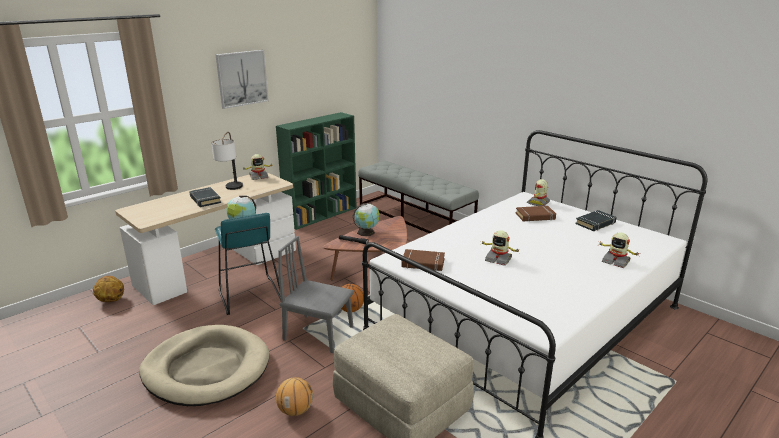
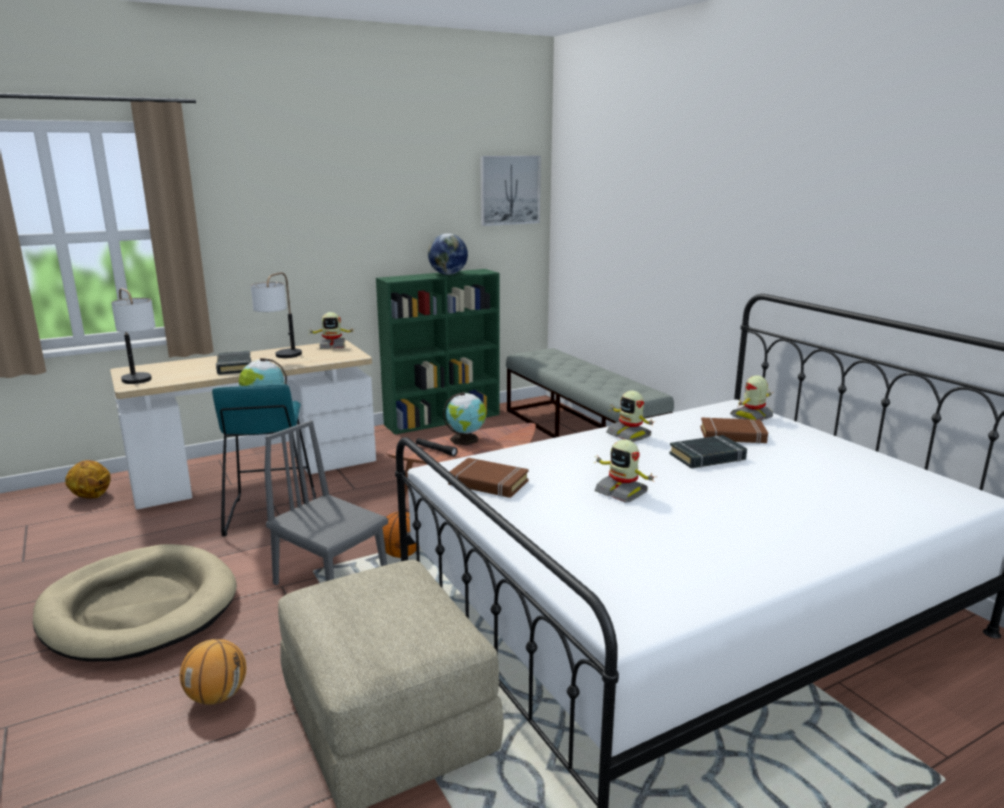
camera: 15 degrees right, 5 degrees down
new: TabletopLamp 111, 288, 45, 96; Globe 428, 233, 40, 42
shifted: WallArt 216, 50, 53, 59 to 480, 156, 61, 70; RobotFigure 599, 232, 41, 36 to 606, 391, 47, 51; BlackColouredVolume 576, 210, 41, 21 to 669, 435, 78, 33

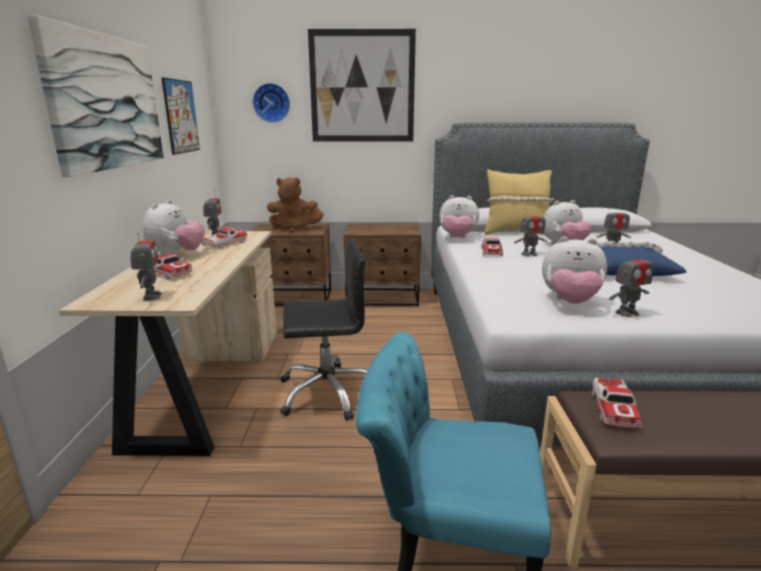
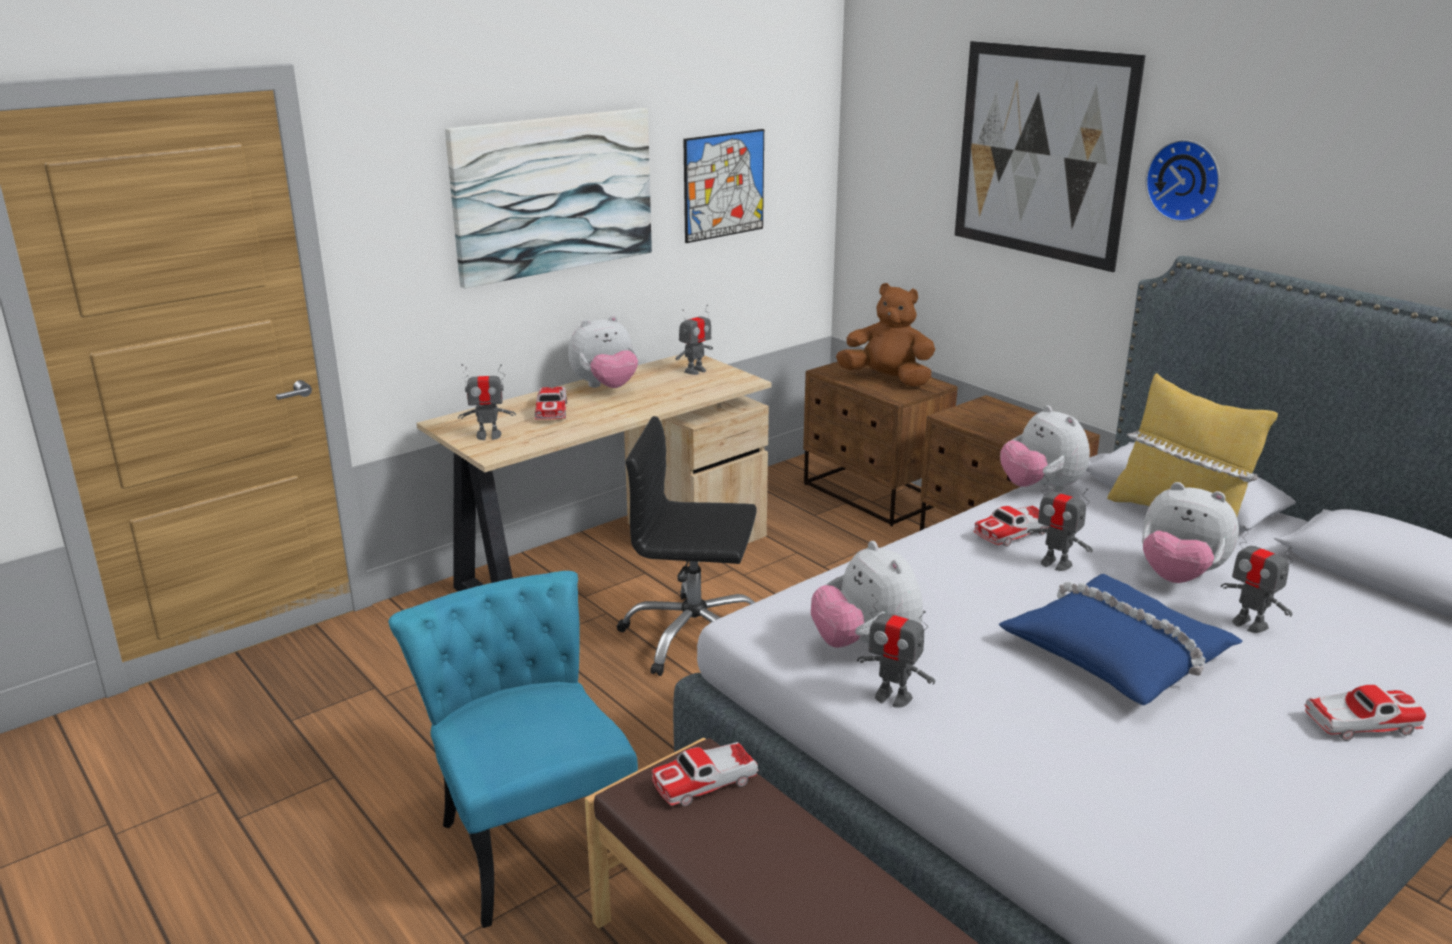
camera: 50 degrees right, 5 degrees up
shifted: HangingClock 253, 83, 37, 40 to 1145, 139, 75, 83; MiniatureCar 201, 227, 47, 22 to 1305, 685, 121, 56
rotated: RobotFigure 130, 227, 32, 74 = 458, 364, 58, 76 45 degrees clockwise; BlackColouredDeskChair 280, 239, 87, 182 = 617, 416, 140, 260 150 degrees clockwise; BrownColouredPlushToy 267, 177, 57, 56 = 836, 283, 99, 104 150 degrees clockwise

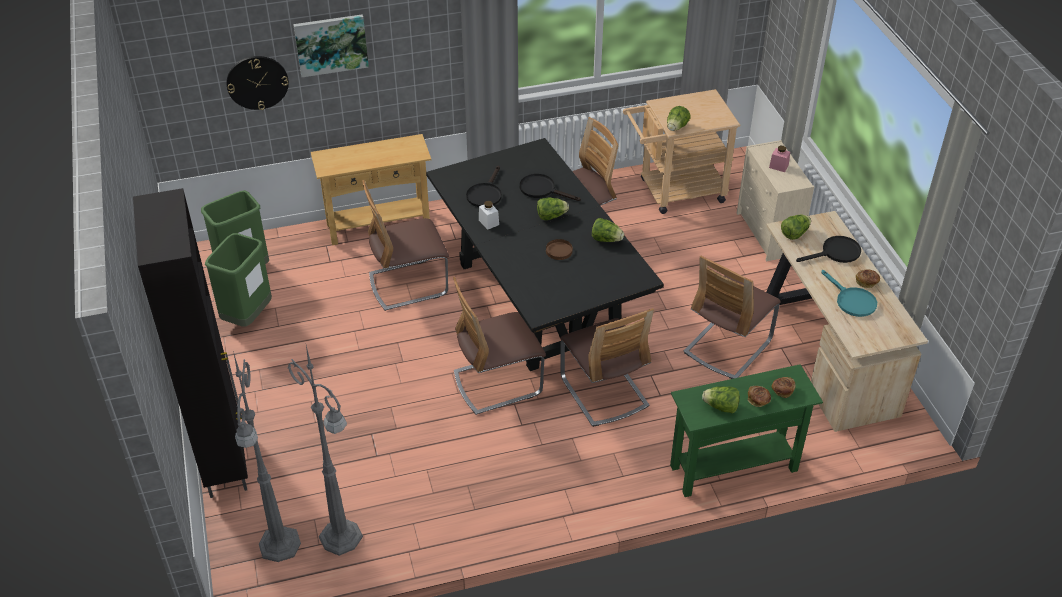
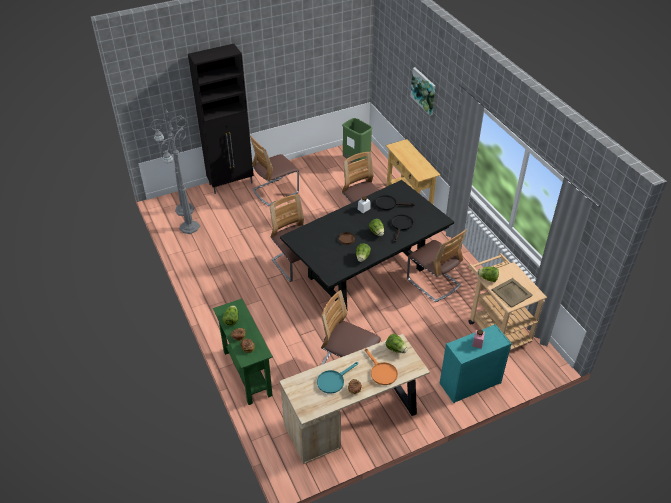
camera: 80 degrees right, 0 degrees up
gone: GreenishTrashCan 205, 233, 67, 94; HangingClock 226, 56, 63, 54
new: SandColouredTray 492, 278, 41, 30
shifted: UprightChair 560, 308, 94, 119 to 250, 135, 49, 71
repainted: BlackColouredSkillet 796, 236, 65, 27 to OrangeySkillet 365, 348, 33, 37; SandColouredChestOfDrawers 737, 140, 77, 121 to BlueGreenChestOfDrawers 440, 324, 72, 79

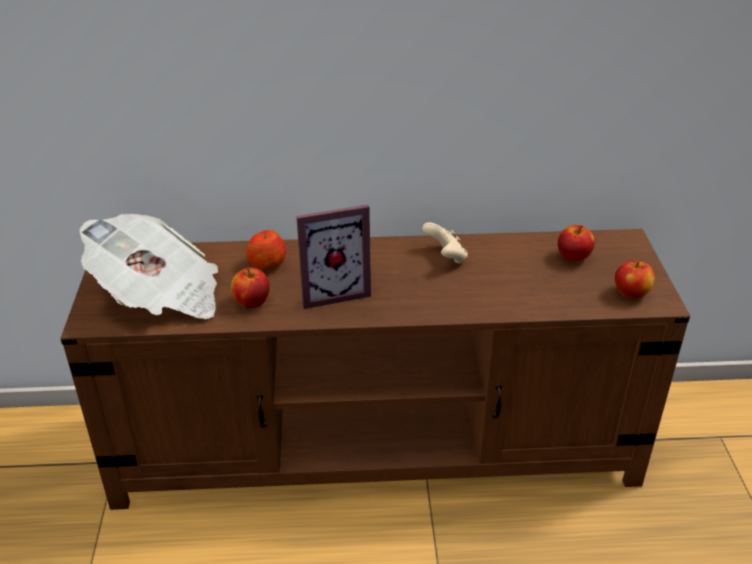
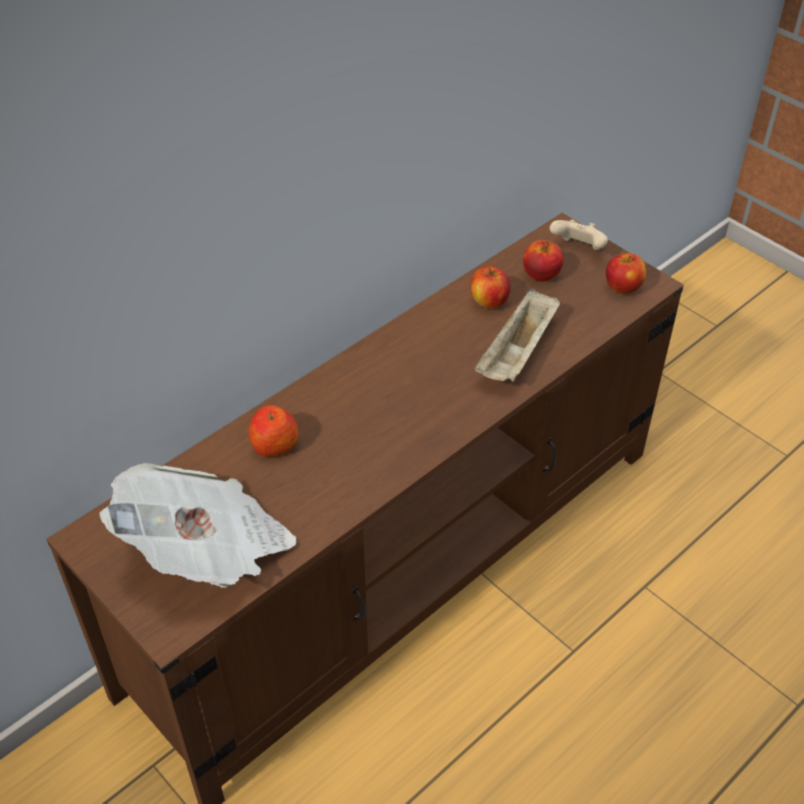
camera: 40 degrees left, 10 degrees up
gone: StandingFrame 296, 205, 75, 104
new: SandColouredTray 474, 288, 86, 94
shifted: AppleFruit 231, 267, 39, 41 to 470, 266, 41, 43; SandColouredGameController 422, 222, 46, 42 to 550, 219, 58, 31

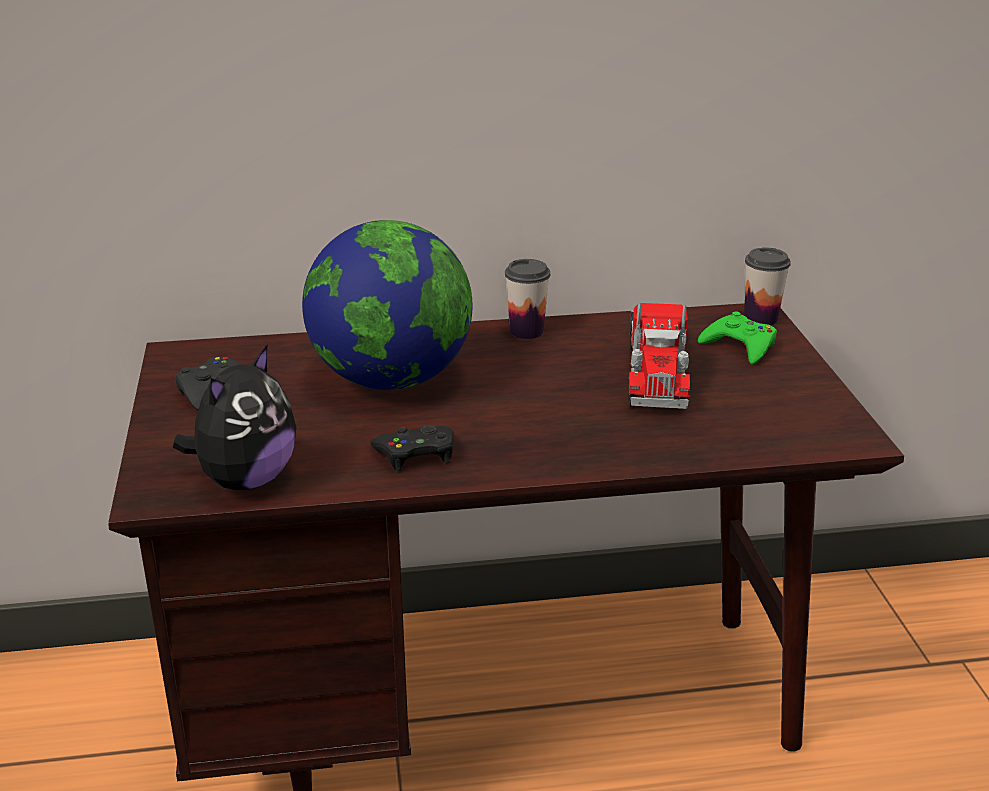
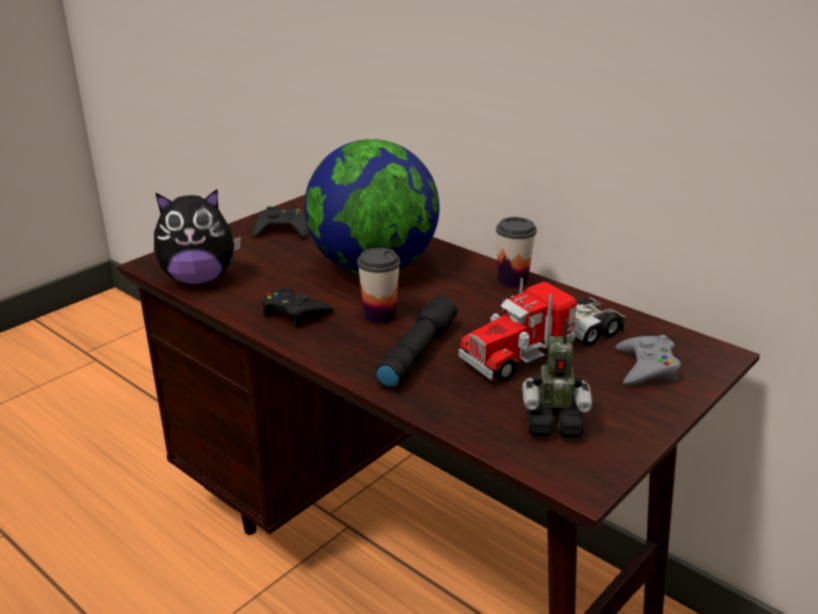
camera: 50 degrees right, 0 degrees up
new: BlackColouredHandTorch 376, 296, 82, 92; RobotFigure 522, 319, 70, 119
shifted: DrinkingCup 744, 247, 47, 78 to 357, 248, 44, 76
repainted: GreenishGameController 698, 312, 79, 53 to GreyGameController 615, 335, 66, 50

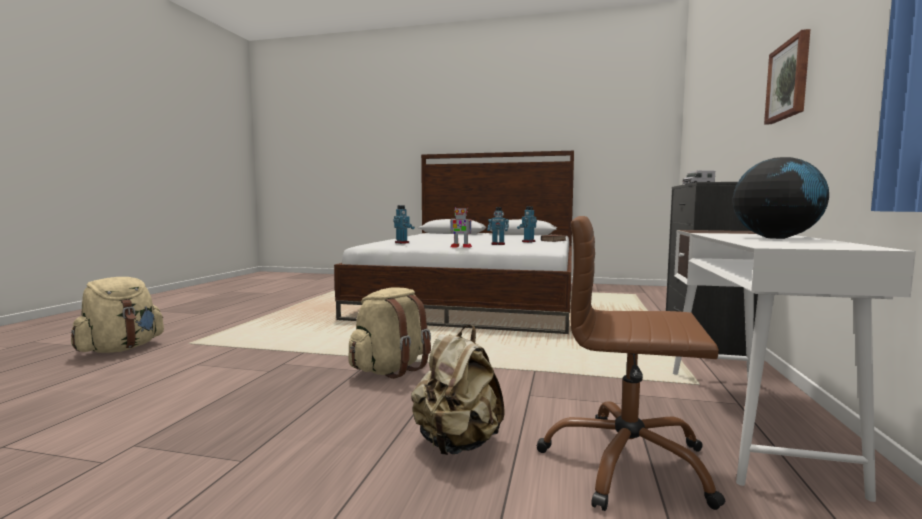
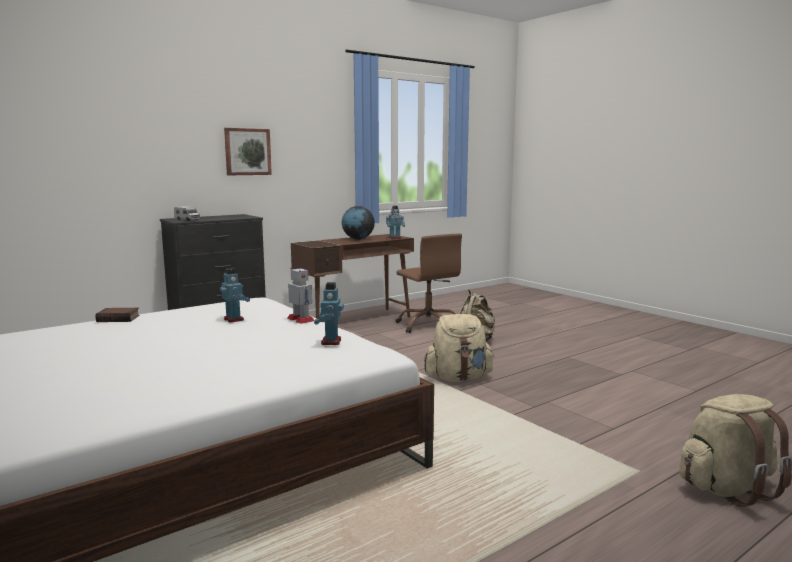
camera: 140 degrees left, 5 degrees up
shifted: RobotFigure 517, 206, 20, 36 to 386, 206, 19, 33
repainted: WhiteColouredDeskTable 673, 230, 243, 272 to BrownColouredDeskTable 291, 234, 123, 85

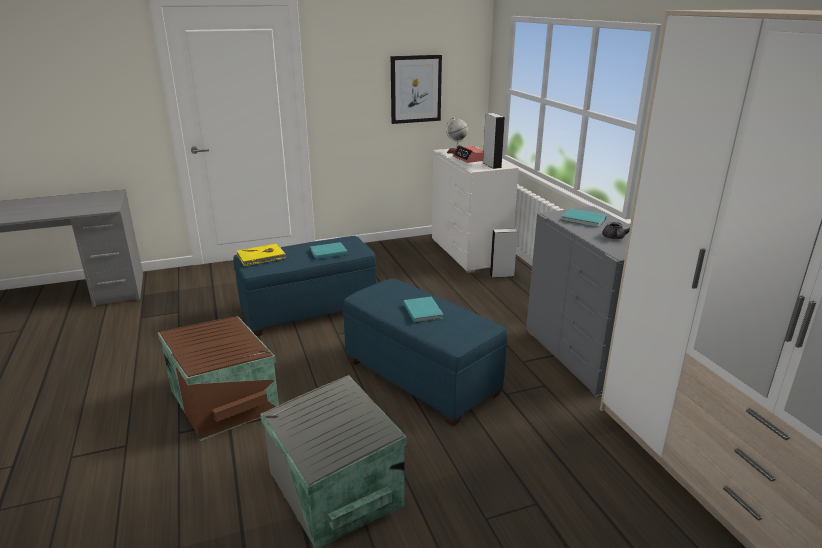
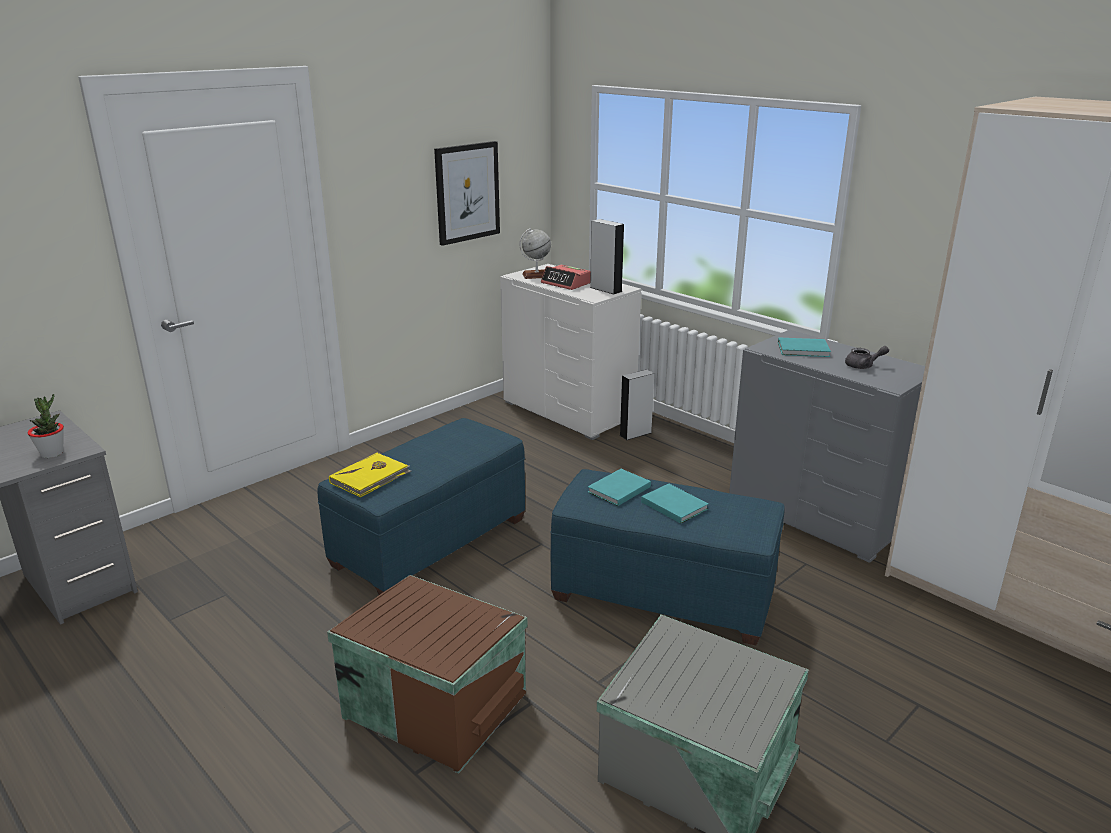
camera: 25 degrees left, 0 degrees up
new: PottedPlant 28, 394, 36, 64
shifted: BlueGreenVolume 310, 242, 38, 17 to 588, 469, 63, 37

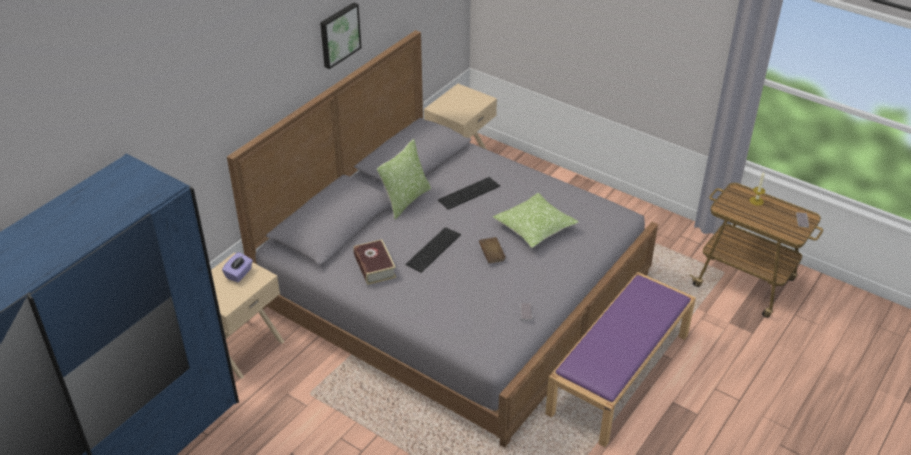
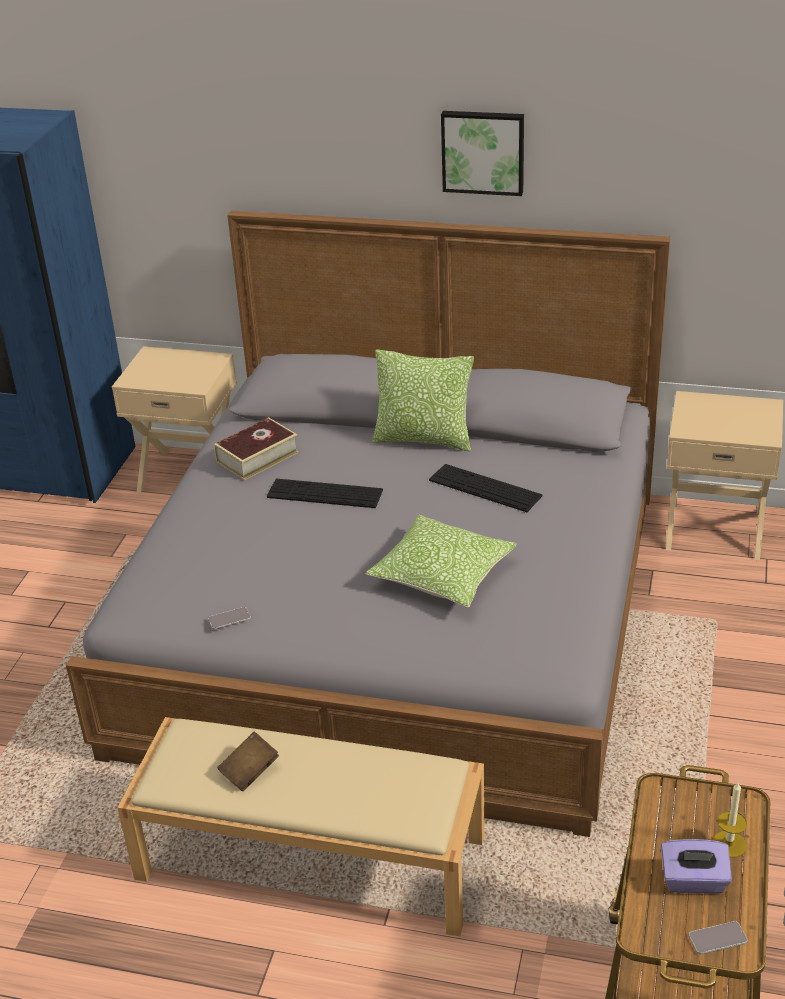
camera: 70 degrees right, 5 degrees down
shifted: BrownColouredVolume 479, 237, 27, 26 to 217, 732, 62, 59; PurpleTissueBox 222, 252, 31, 30 to 661, 839, 71, 55
repainted: PurpleBench 545, 272, 151, 175 to SandColouredBench 117, 717, 368, 219

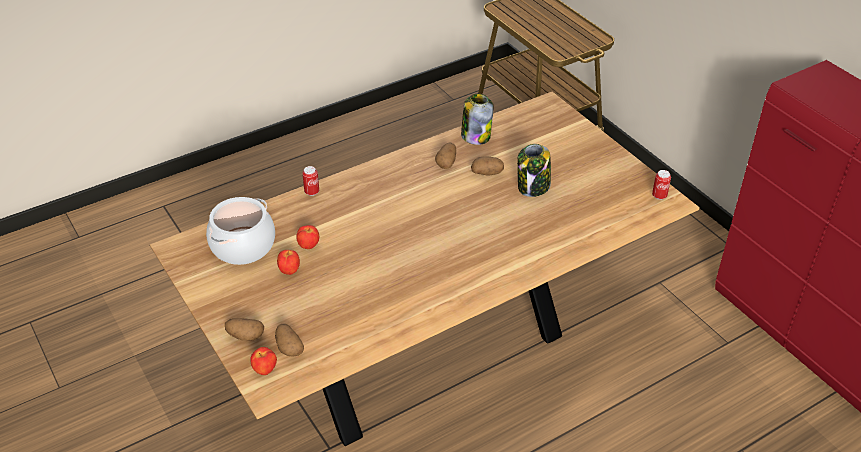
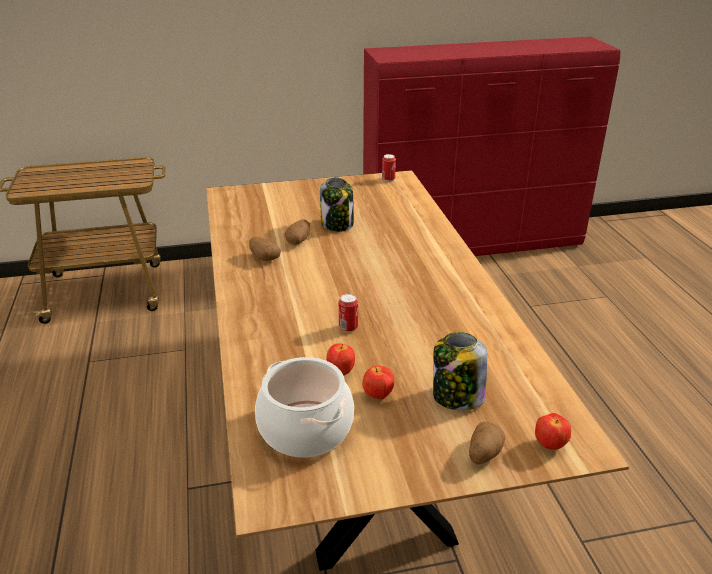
camera: 70 degrees left, 10 degrees down
gone: WholePotato 275, 324, 29, 33
shifted: MetalCan 302, 166, 17, 30 to 339, 294, 19, 38; Jar 461, 94, 32, 51 to 433, 332, 54, 78

